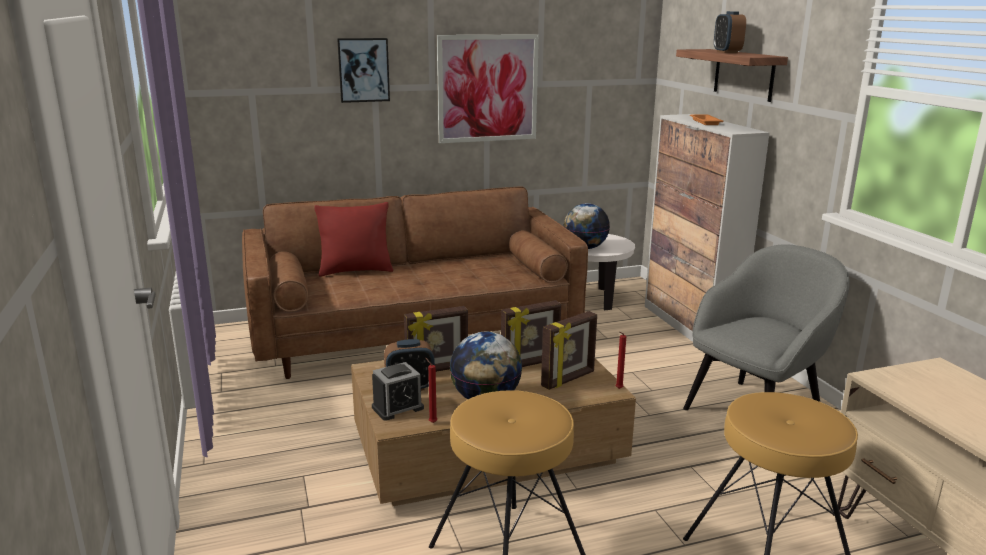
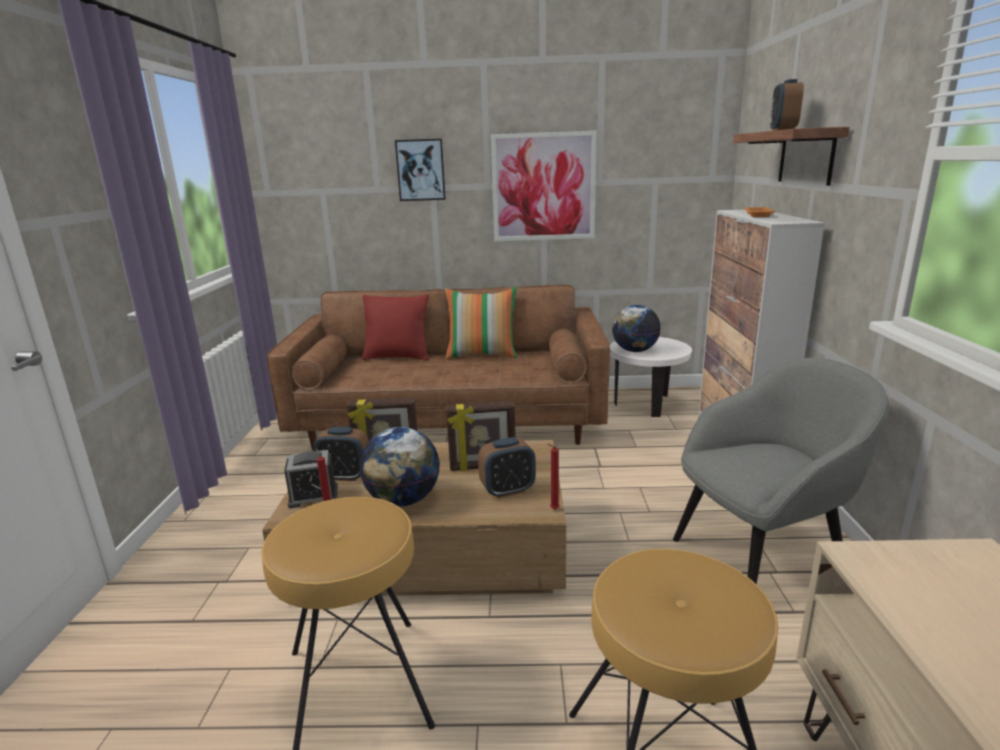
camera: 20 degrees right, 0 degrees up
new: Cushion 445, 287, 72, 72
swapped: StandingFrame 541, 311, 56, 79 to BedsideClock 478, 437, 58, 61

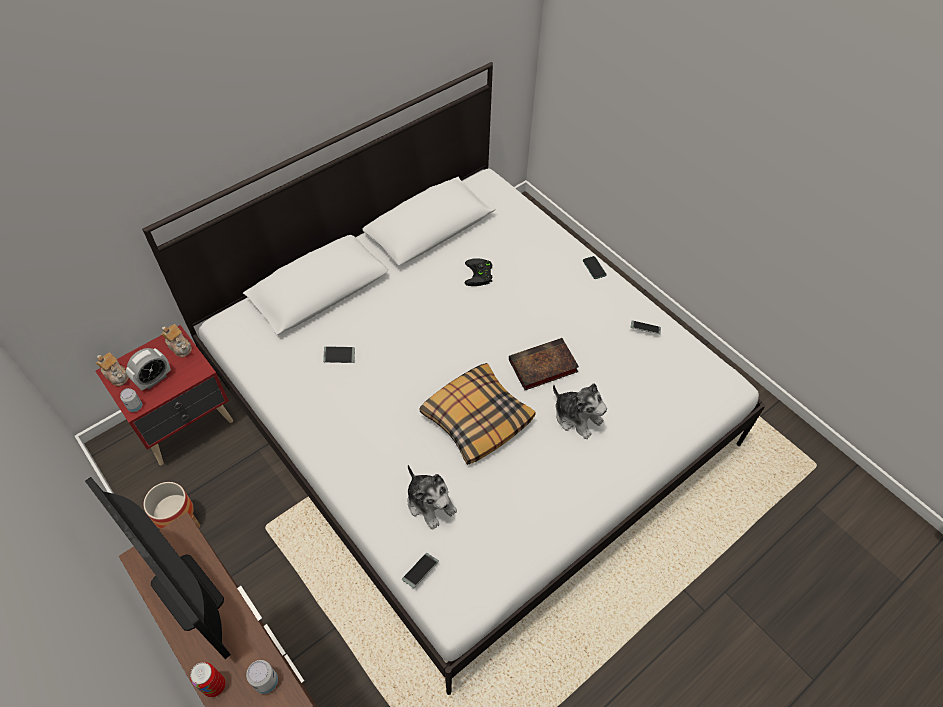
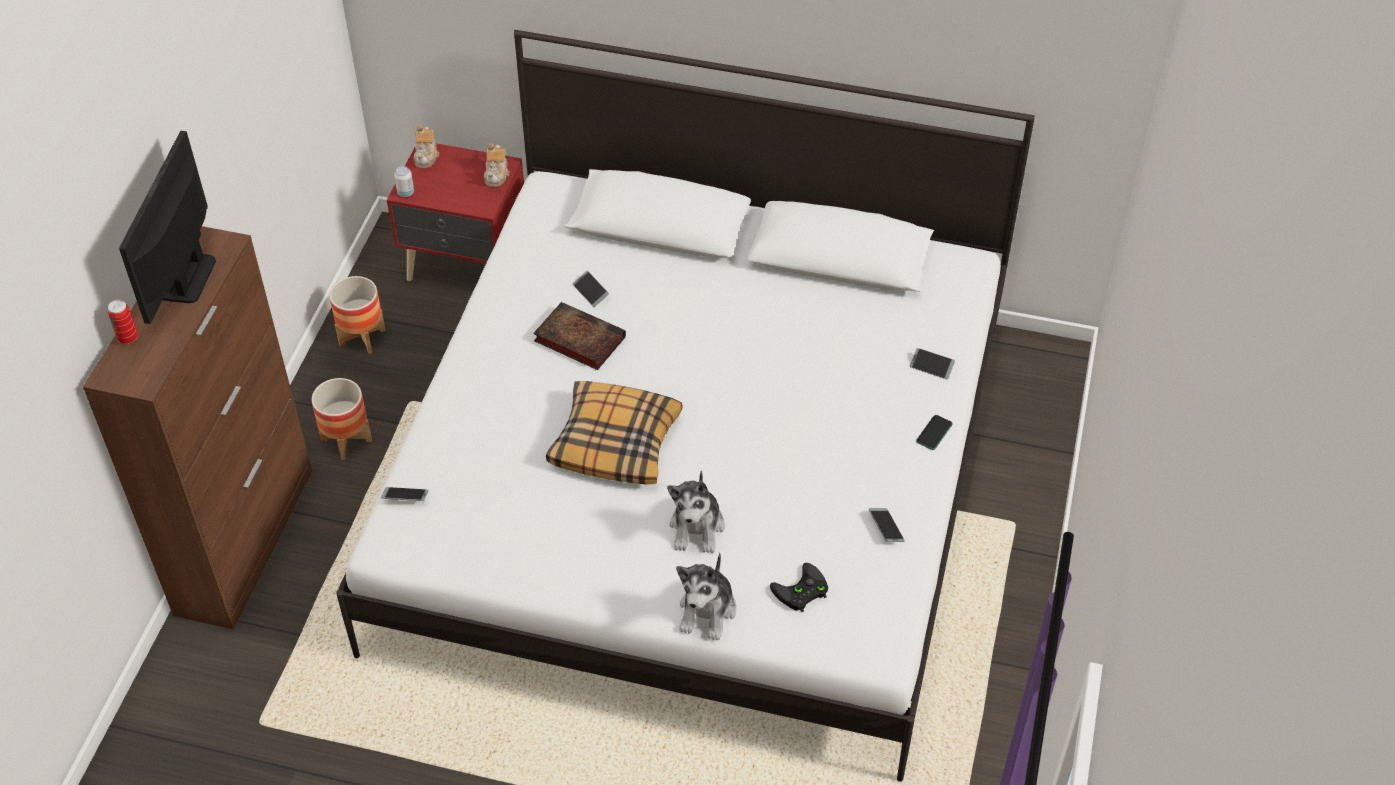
camera: 55 degrees right, 5 degrees down
gone: BedsideClock 126, 348, 45, 42; MetalCan 246, 660, 32, 34
new: Planter 312, 378, 60, 82; Telephone 910, 348, 45, 31
shifted: Volume 509, 338, 70, 52 to 533, 302, 93, 68; PlushToy 408, 465, 49, 65 to 676, 553, 60, 87; BlackColouredGameController 465, 258, 28, 28 to 770, 563, 58, 49

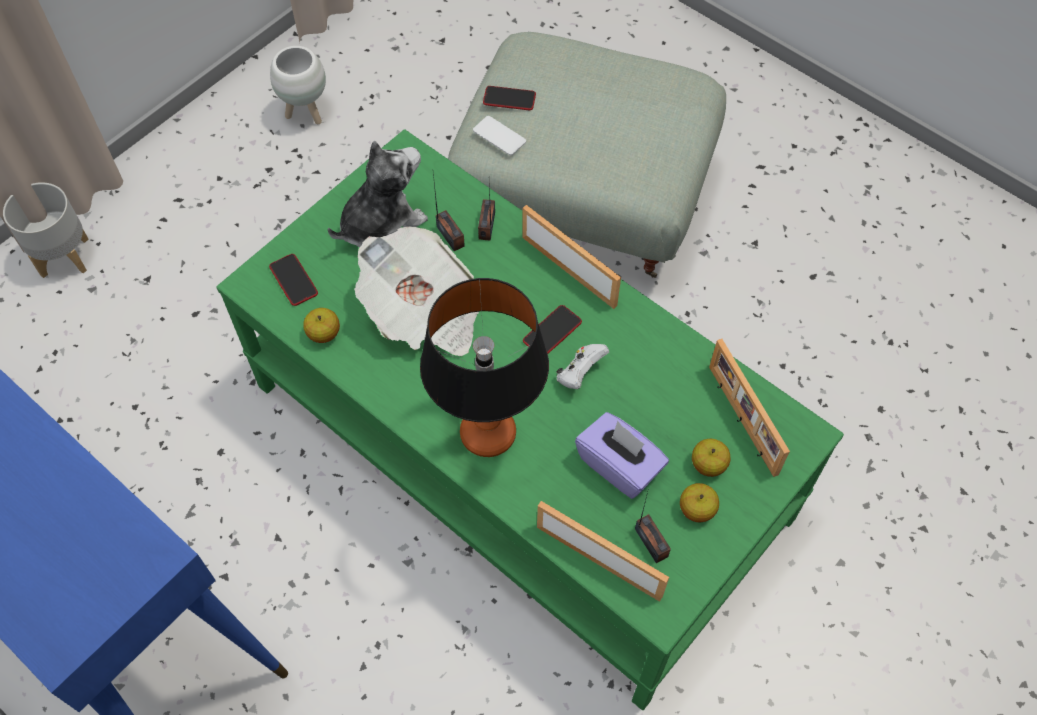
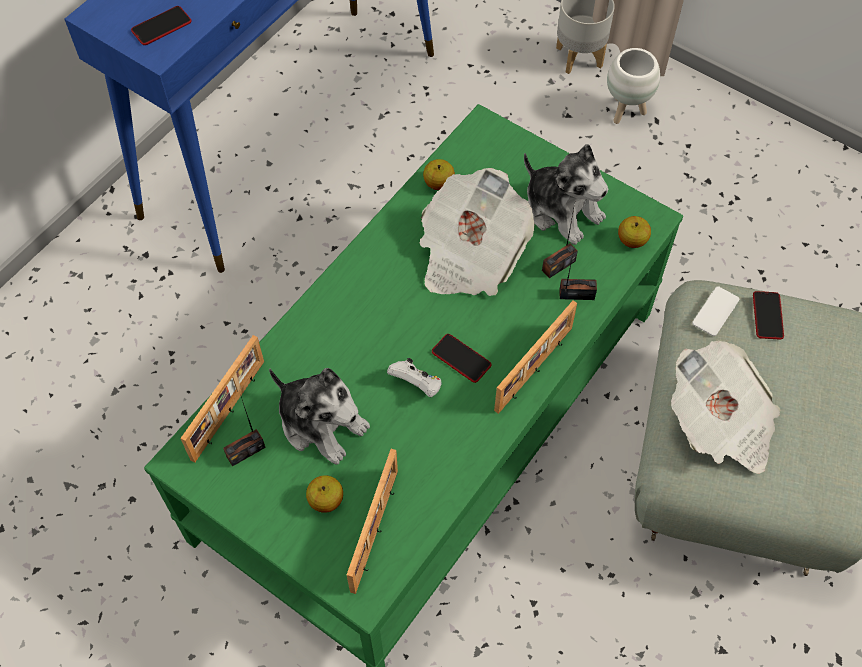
camera: 85 degrees right, 0 degrees up
gone: TabletopLamp 420, 278, 129, 179
new: DailyPaper 671, 341, 110, 133
shifted: Telephone 269, 254, 49, 52 to 131, 6, 60, 39; WhiteColouredPlanter 270, 46, 56, 78 to 607, 48, 53, 76; AppleFruit 680, 483, 39, 39 to 618, 216, 33, 32
swapped: PurpleTissueBox 575, 412, 94, 87 to PlushToy 269, 368, 101, 97
rotated: StandingFrame 709, 339, 81, 138 = 347, 449, 51, 145 135 degrees clockwise

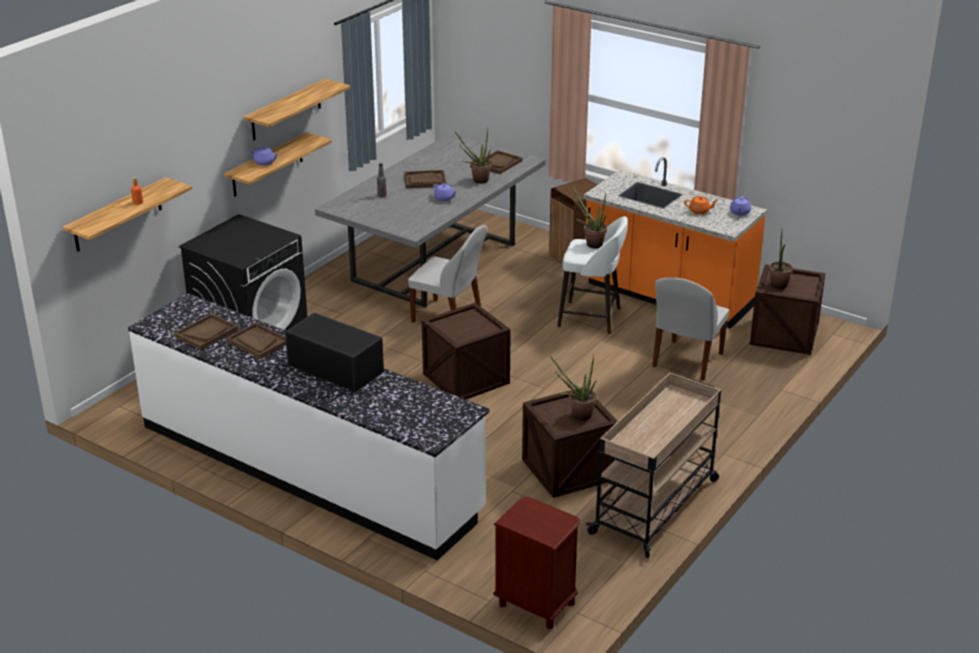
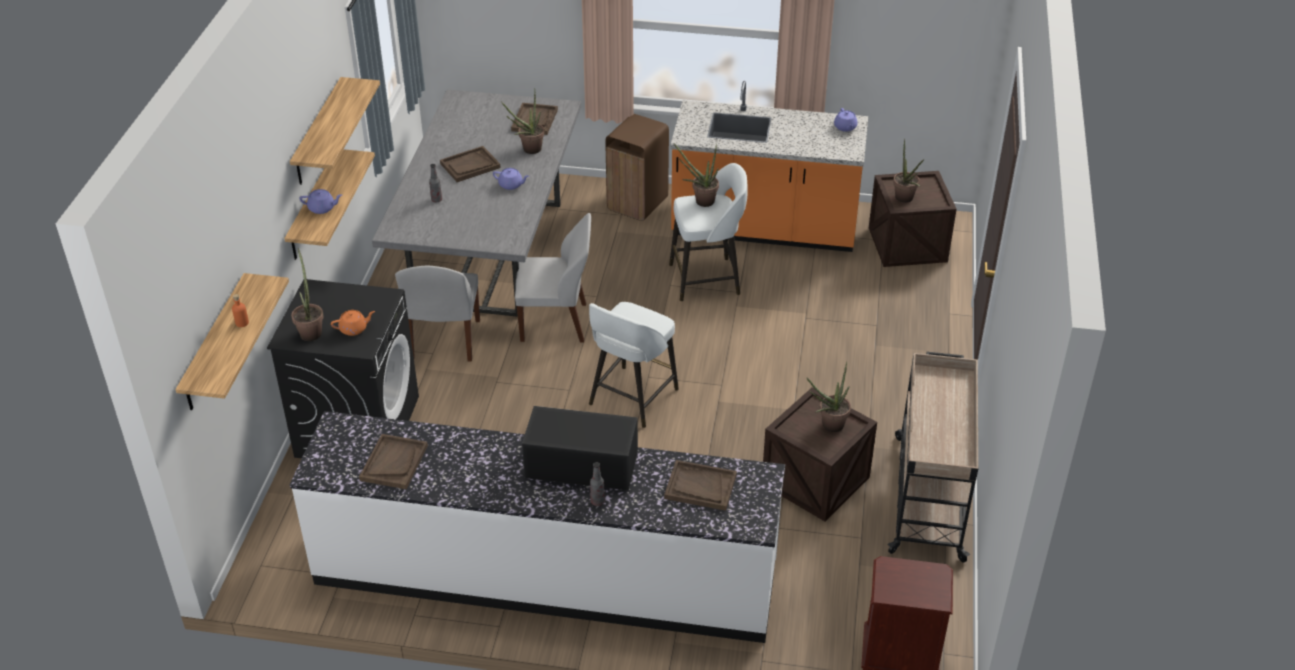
camera: 25 degrees left, 10 degrees up
new: PottedPlant 291, 248, 33, 93; Bottle 590, 462, 15, 44
shifted: OrangeyTeaPot 684, 196, 35, 18 to 331, 310, 44, 26; WhiteColouredUprightChair 652, 278, 77, 102 to 395, 266, 85, 96; BrownColouredTray 226, 322, 60, 37 to 664, 460, 73, 51
swapped: ShippingCrate 422, 303, 89, 97 to WhiteColouredSittingStool 589, 302, 90, 126

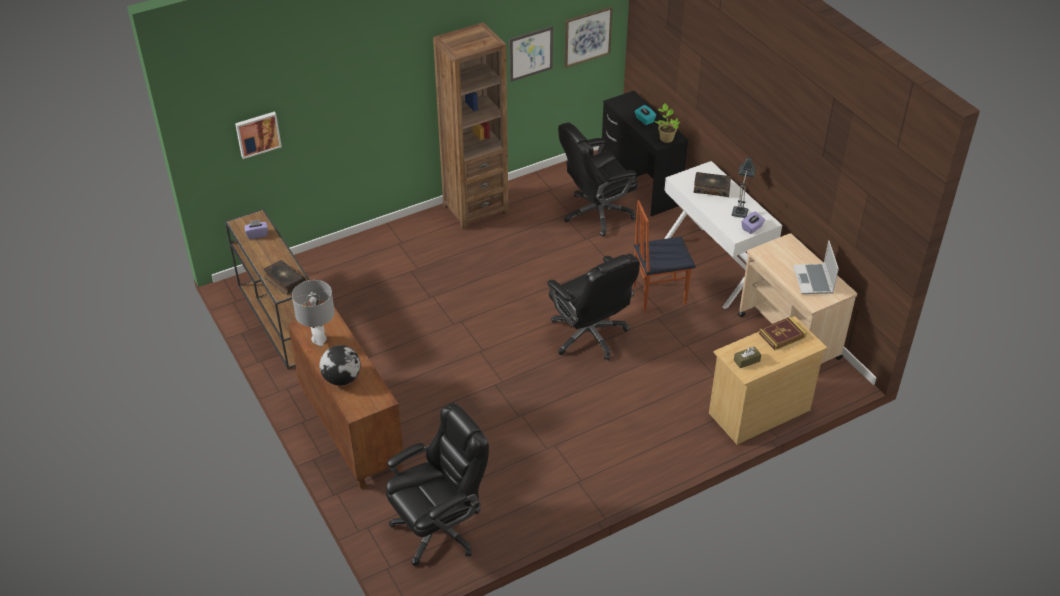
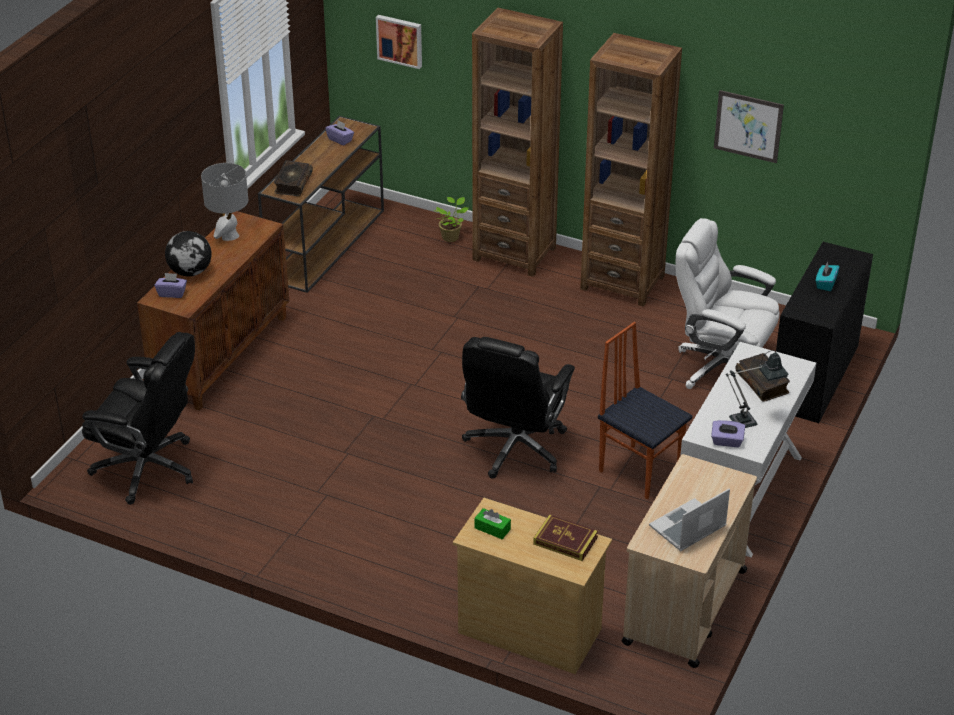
camera: 55 degrees right, 5 degrees down
gone: WallArt 564, 6, 49, 62
new: PurpleTissueBox 155, 273, 32, 25; BrownColouredShelvingUnit 472, 8, 91, 269
shifted: PottedPlant 654, 103, 27, 40 to 434, 197, 34, 45
repainted: BrownColouredTissueBox 734, 347, 27, 21 to GreenishTissueBox 475, 508, 36, 31; BlackColouredDeskChair 558, 122, 80, 115 to WhiteColouredDeskChair 675, 218, 105, 171

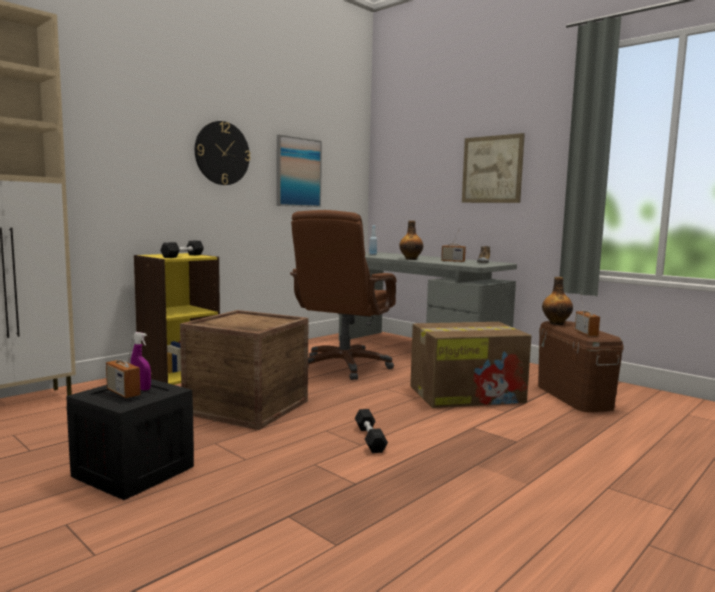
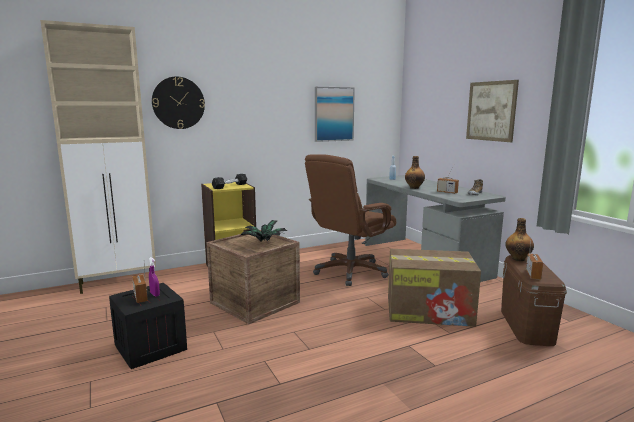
camera: 20 degrees right, 5 degrees up
gone: BlackColouredHandWeight 355, 409, 33, 44
new: PottedPlant 241, 220, 46, 22
shifted: HangingClock 195, 121, 56, 64 to 152, 77, 53, 52

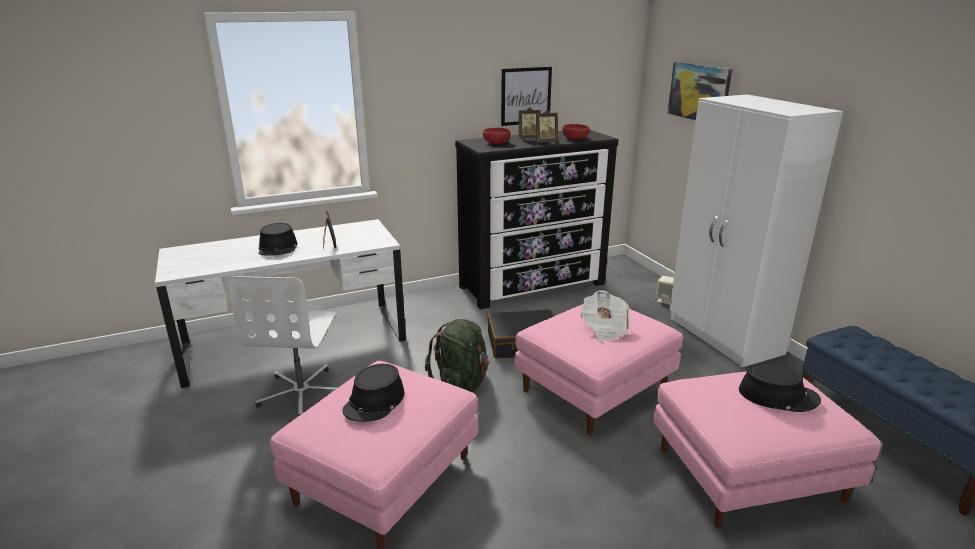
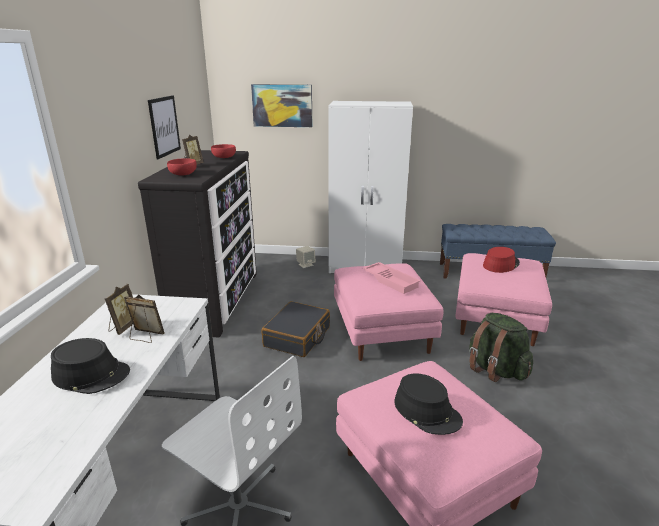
camera: 60 degrees left, 0 degrees up
shifted: StandingFrame 536, 110, 22, 32 to 105, 284, 28, 51; GreenishBackpack 425, 319, 65, 74 to 469, 313, 64, 69
swapped: DailyPaper 580, 290, 50, 52 to PinkishTray 363, 262, 58, 32
repainted: BlackColouredHat 739, 363, 82, 49 to RedColouredHat 483, 247, 37, 26

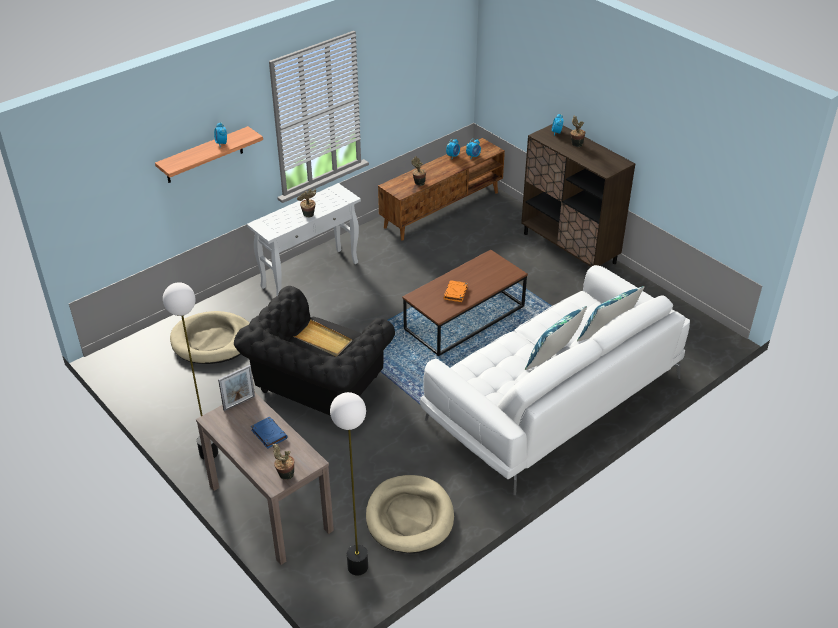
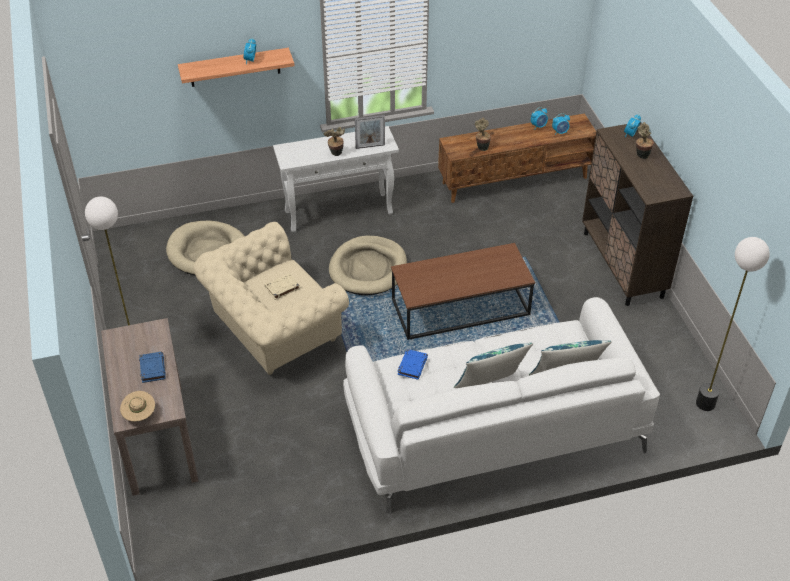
camera: 25 degrees right, 5 degrees up
gone: OrangeyVolume 444, 280, 24, 22
new: BlueVolume 397, 349, 31, 31
shifted: SandColouredDogBed 366, 475, 88, 78 to 329, 235, 78, 60; StandingFrame 218, 365, 37, 46 to 355, 115, 30, 34; StandingLamp 330, 392, 38, 183 to 696, 237, 74, 174
swapped: PottedPlant 273, 444, 21, 36 to SandColouredHat 120, 391, 35, 30; SandColouredTray 293, 319, 59, 37 to SandColouredVolume 265, 274, 35, 26
repainted: BlackColouredLoungeChair 234, 286, 161, 130 to SandColouredLoungeChair 193, 222, 156, 153

